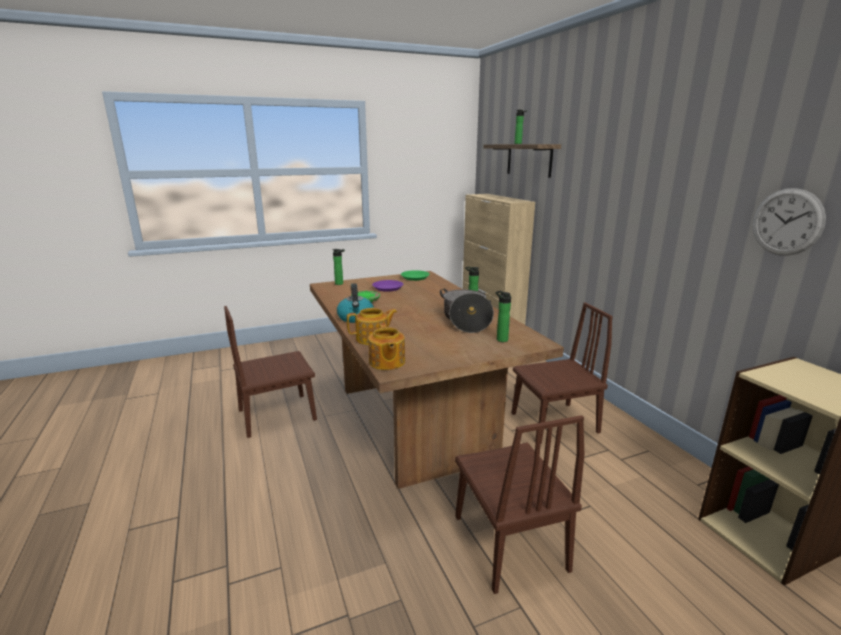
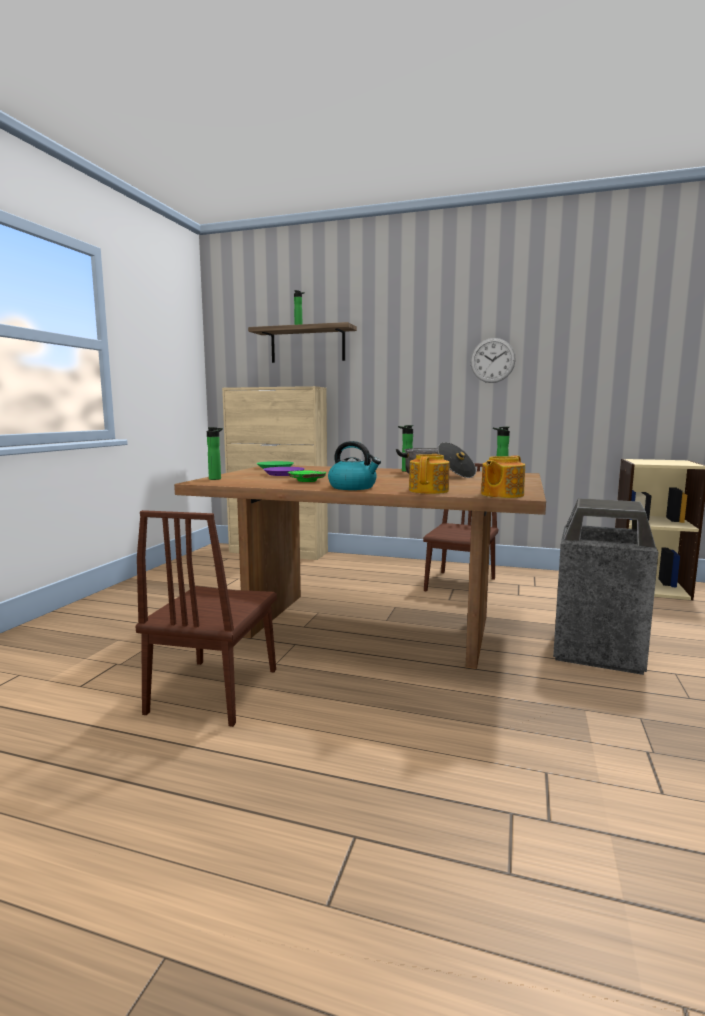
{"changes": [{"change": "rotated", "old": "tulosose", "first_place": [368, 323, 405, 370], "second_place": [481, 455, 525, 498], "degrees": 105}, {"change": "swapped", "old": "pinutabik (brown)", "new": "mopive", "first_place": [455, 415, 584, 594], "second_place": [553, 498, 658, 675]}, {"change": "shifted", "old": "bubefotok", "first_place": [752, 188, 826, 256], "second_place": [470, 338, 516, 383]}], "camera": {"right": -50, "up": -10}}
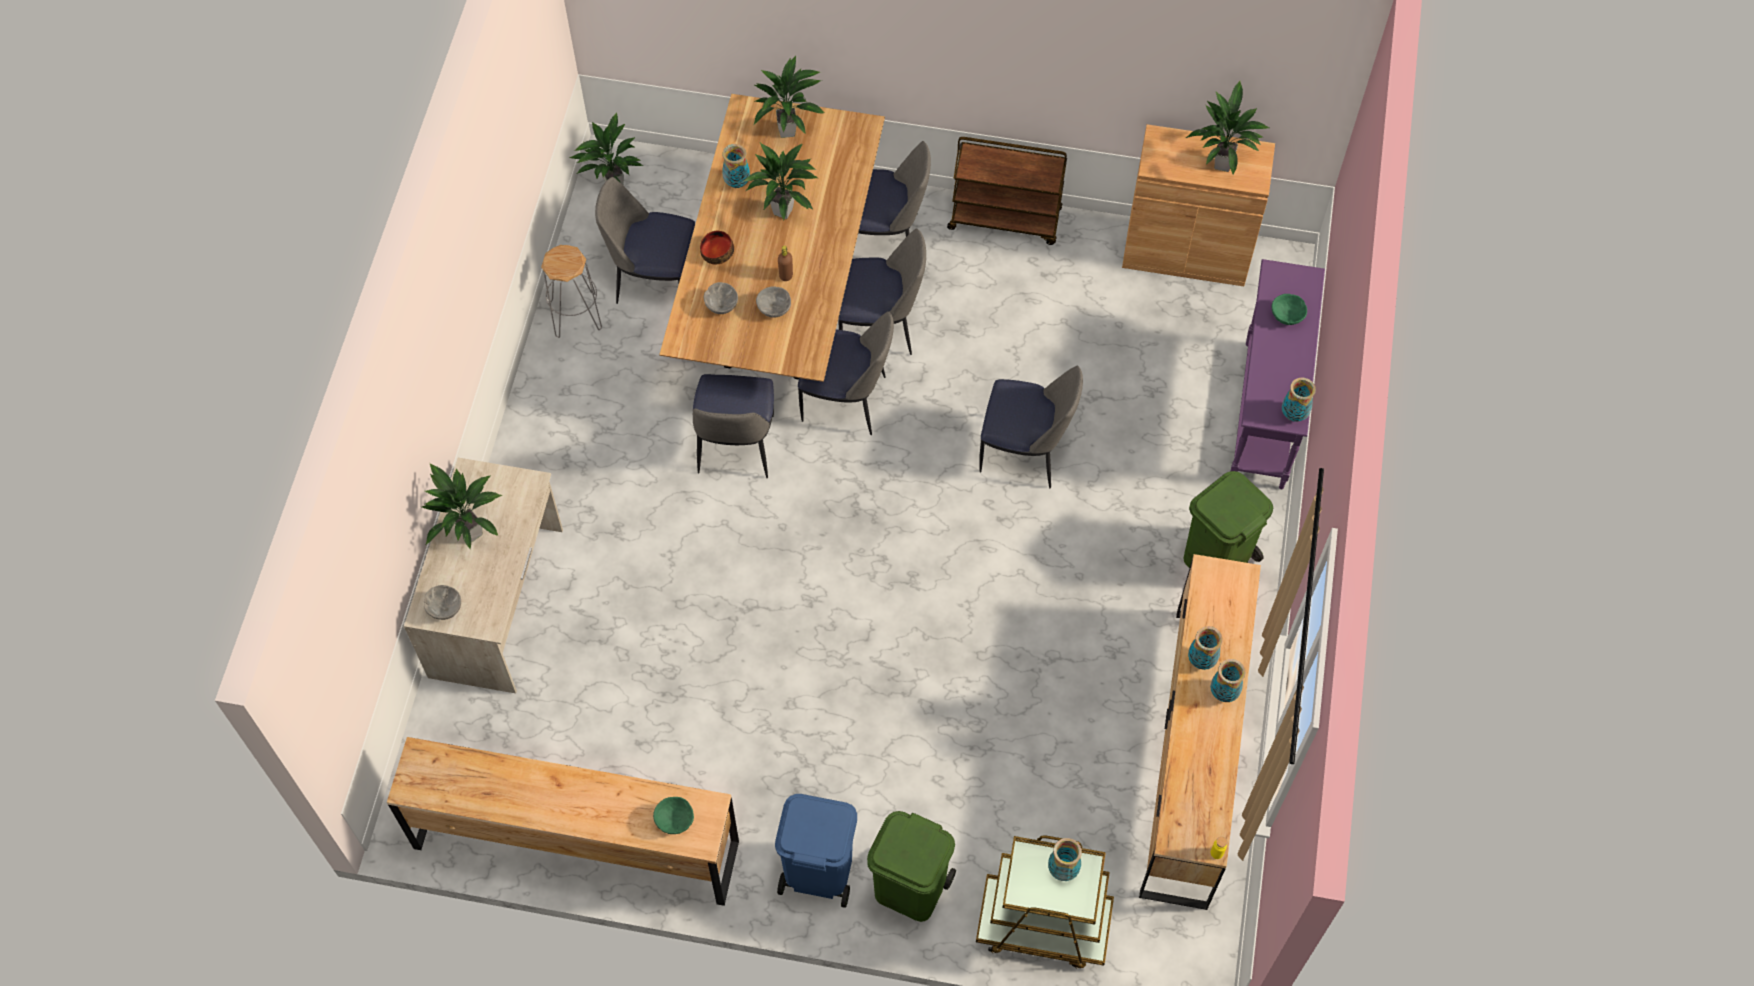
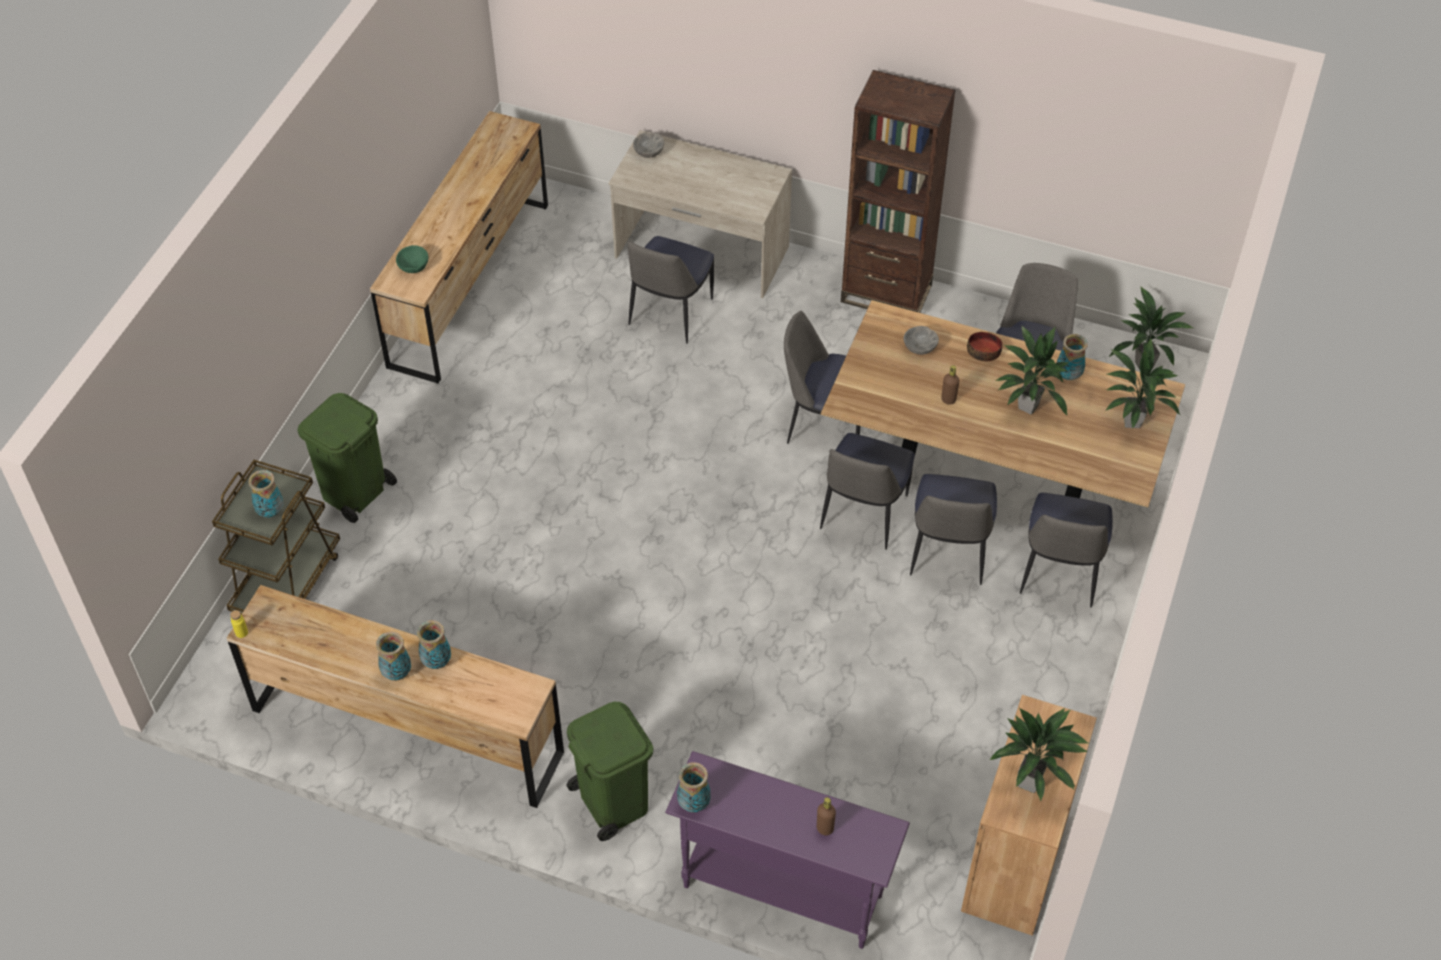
{"changes": [{"change": "gone", "old": "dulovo", "first_place": [422, 464, 503, 549]}, {"change": "gone", "old": "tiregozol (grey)", "first_place": [541, 245, 602, 338]}, {"change": "gone", "old": "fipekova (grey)", "first_place": [756, 286, 791, 318]}, {"change": "gone", "old": "mopive (blue)", "first_place": [775, 794, 857, 908]}, {"change": "gone", "old": "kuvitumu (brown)", "first_place": [947, 137, 1067, 245]}, {"change": "shifted", "old": "pinutabik", "first_place": [979, 365, 1083, 488], "second_place": [627, 236, 714, 344]}, {"change": "swapped", "old": "fipekova (green)", "new": "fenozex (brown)", "first_place": [1271, 294, 1307, 325], "second_place": [817, 797, 836, 835]}, {"change": "new", "new": "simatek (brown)", "second_place": [841, 70, 956, 313]}], "camera": {"right": 100, "up": -10}}
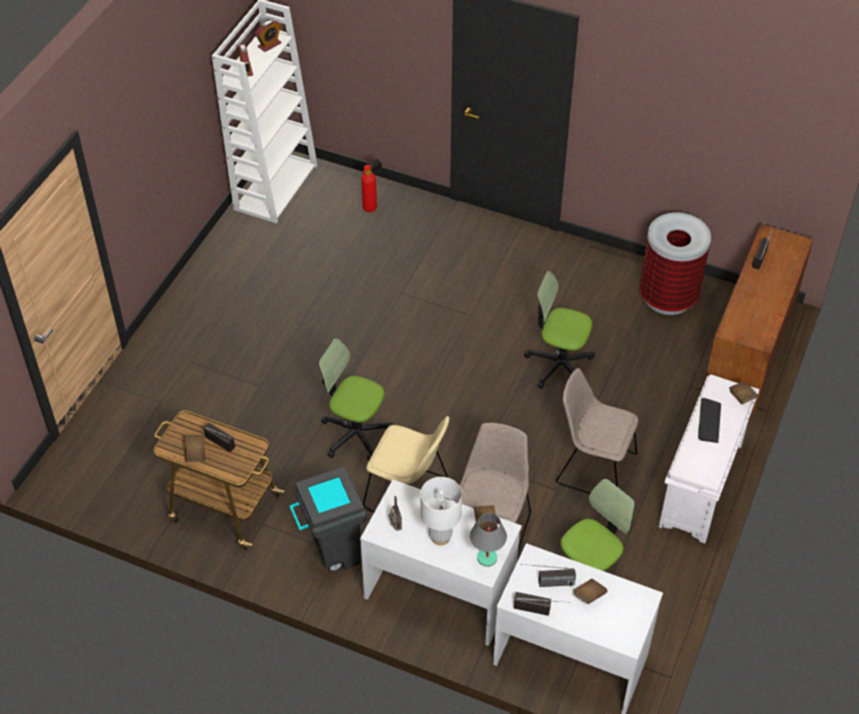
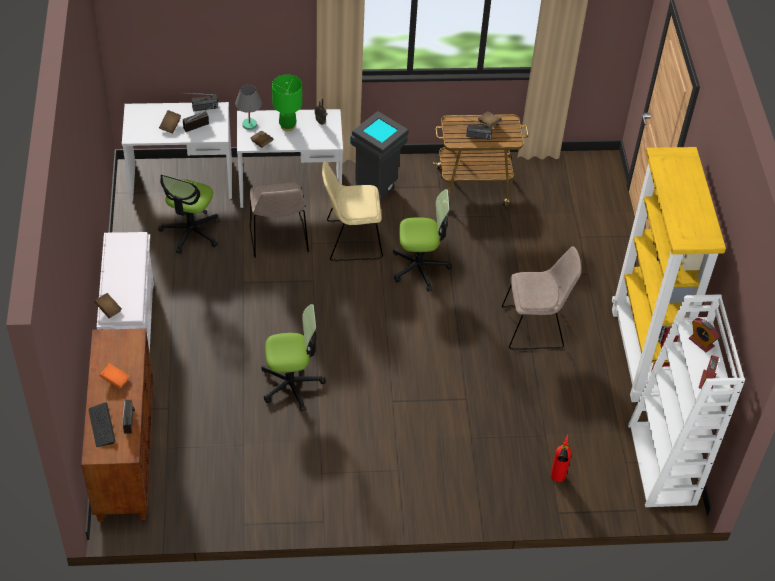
{"changes": [{"change": "repainted", "old": "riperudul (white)", "new": "riperudul (green)", "first_place": [420, 477, 462, 545], "second_place": [272, 74, 302, 131]}, {"change": "shifted", "old": "pinutabik (beige)", "first_place": [556, 368, 638, 494], "second_place": [502, 246, 581, 351]}, {"change": "gone", "old": "mopive", "first_place": [639, 212, 711, 315]}, {"change": "shifted", "old": "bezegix", "first_place": [698, 398, 721, 443], "second_place": [88, 402, 115, 447]}, {"change": "new", "new": "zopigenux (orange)", "second_place": [100, 363, 129, 389]}, {"change": "new", "new": "simatek (yellow)", "second_place": [612, 147, 726, 402]}], "camera": {"right": 150, "up": 0}}
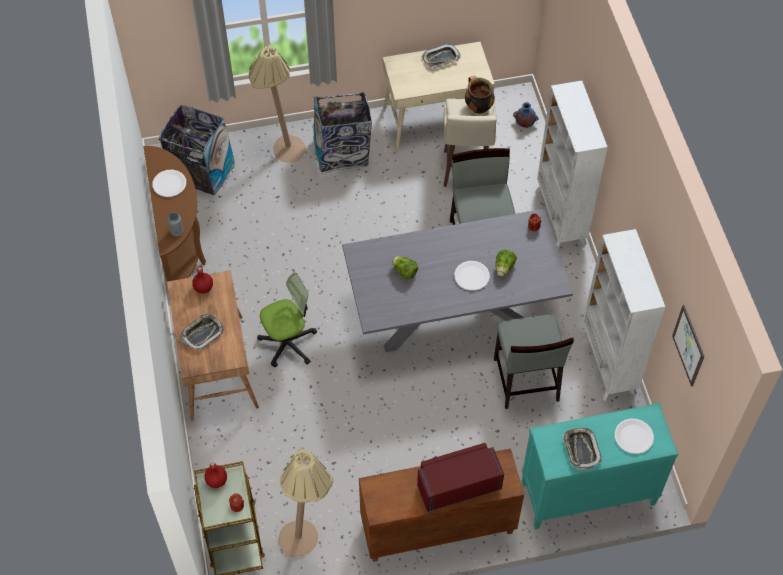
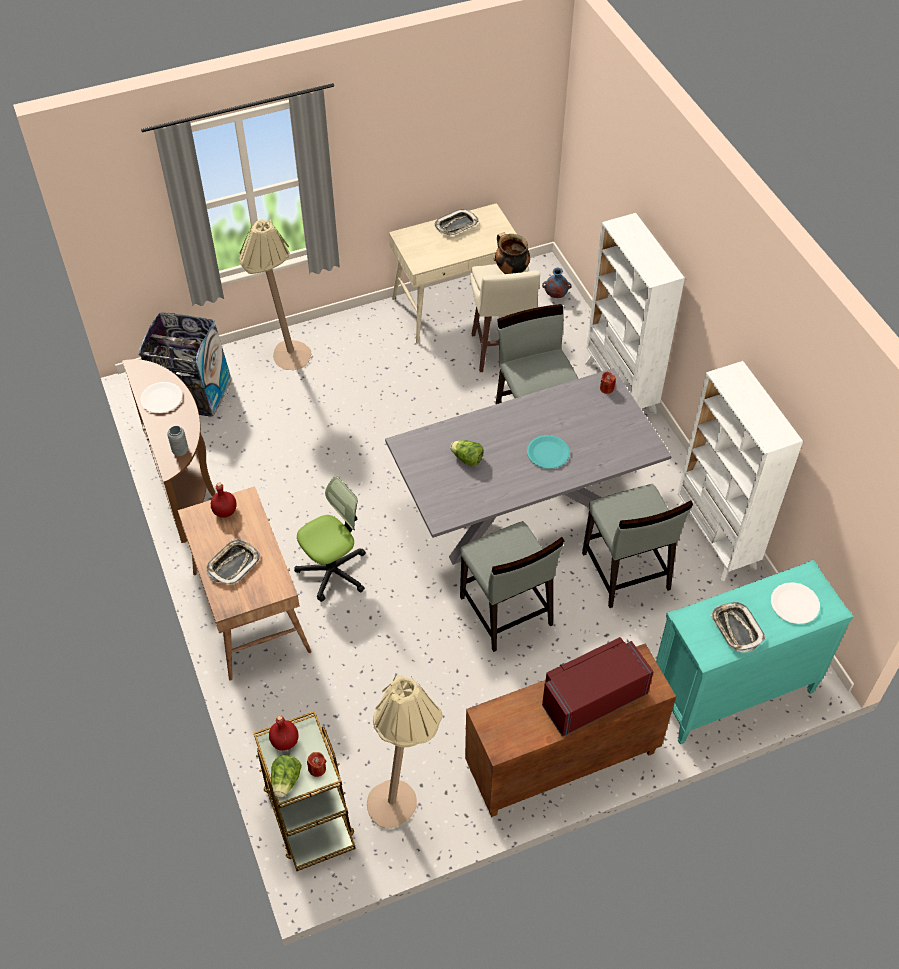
{"changes": [{"change": "gone", "old": "mopive", "first_place": [313, 92, 372, 174]}, {"change": "repainted", "old": "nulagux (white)", "new": "nulagux (turquoise)", "first_place": [454, 261, 490, 290], "second_place": [527, 435, 570, 469]}, {"change": "shifted", "old": "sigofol", "first_place": [496, 249, 517, 276], "second_place": [271, 755, 302, 797]}, {"change": "gone", "old": "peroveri", "first_place": [672, 305, 705, 387]}, {"change": "new", "new": "pinutabik (grey)", "second_place": [460, 521, 564, 652]}], "camera": {"right": -10, "up": -5}}
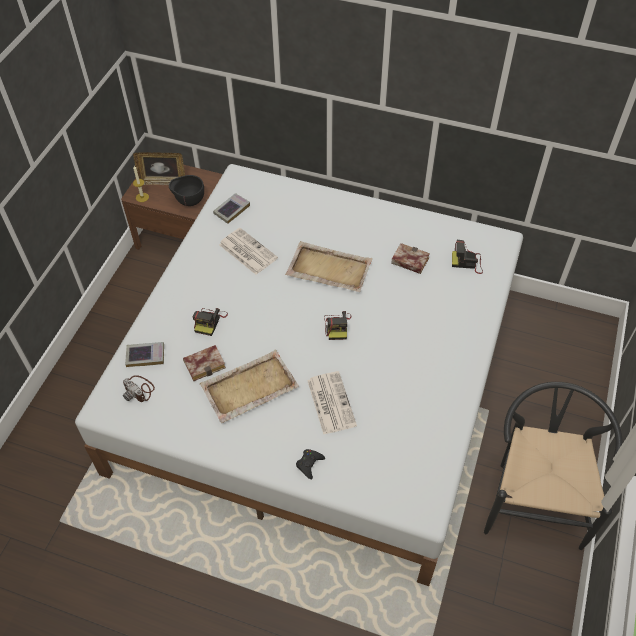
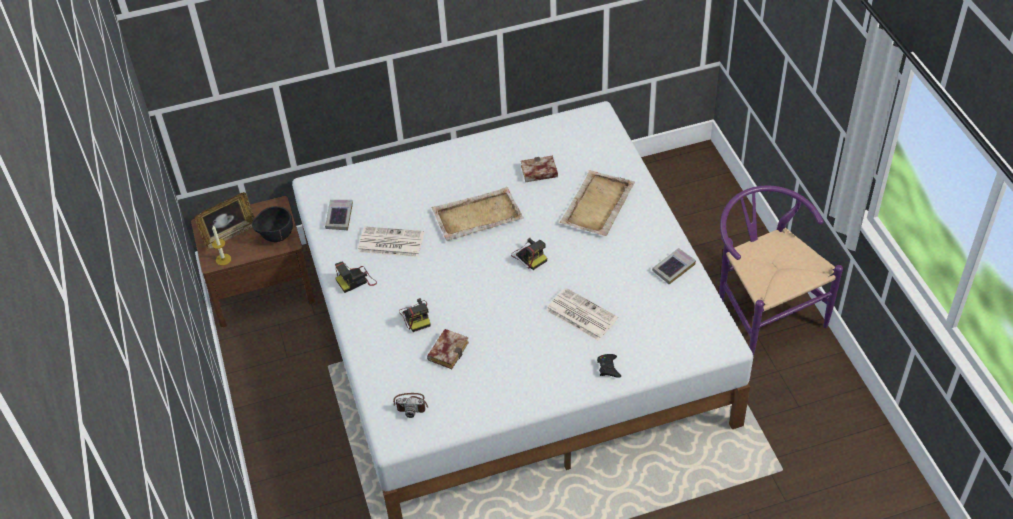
{"changes": [{"change": "shifted", "old": "zopigenux", "first_place": [125, 342, 164, 367], "second_place": [652, 248, 696, 284]}, {"change": "shifted", "old": "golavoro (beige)", "first_place": [200, 349, 299, 423], "second_place": [560, 170, 635, 236]}, {"change": "shifted", "old": "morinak", "first_place": [452, 240, 483, 274], "second_place": [335, 262, 377, 293]}, {"change": "repainted", "old": "pinutabik (black)", "new": "pinutabik (purple)", "first_place": [484, 382, 623, 550], "second_place": [719, 185, 843, 357]}], "camera": {"right": -35, "up": -5}}
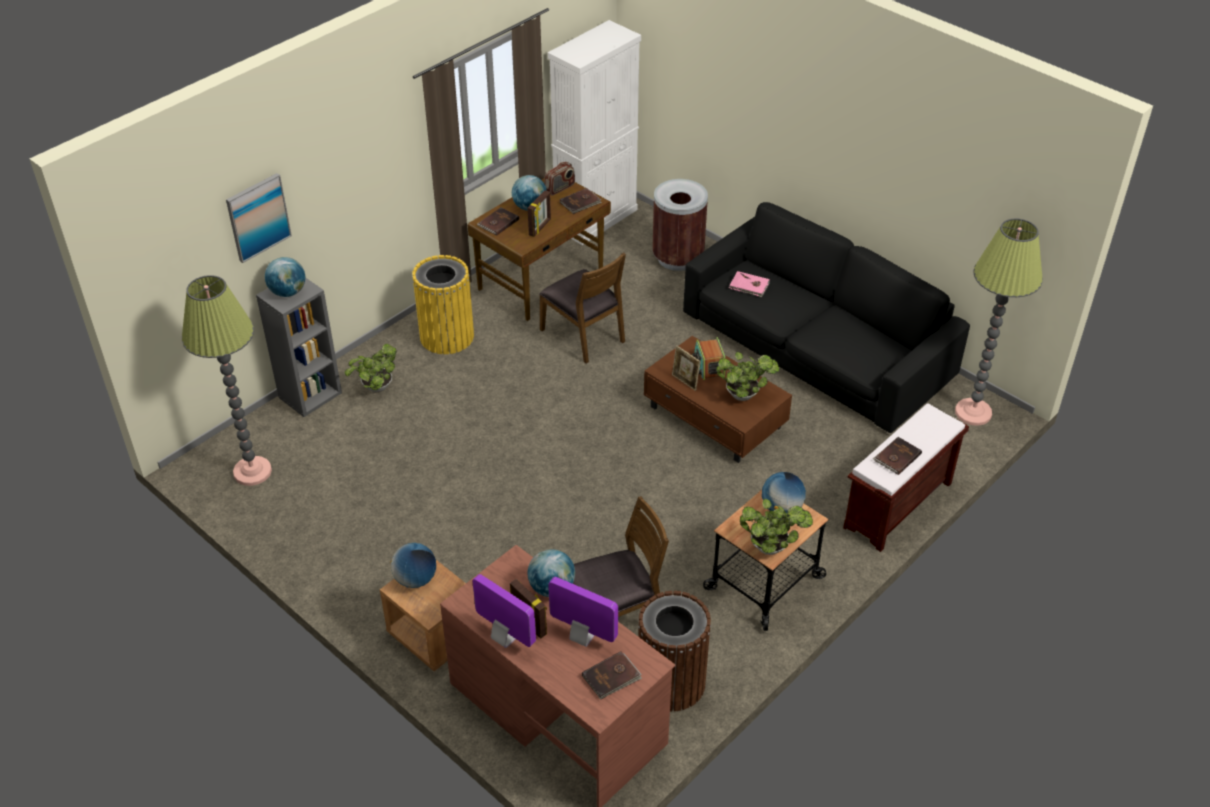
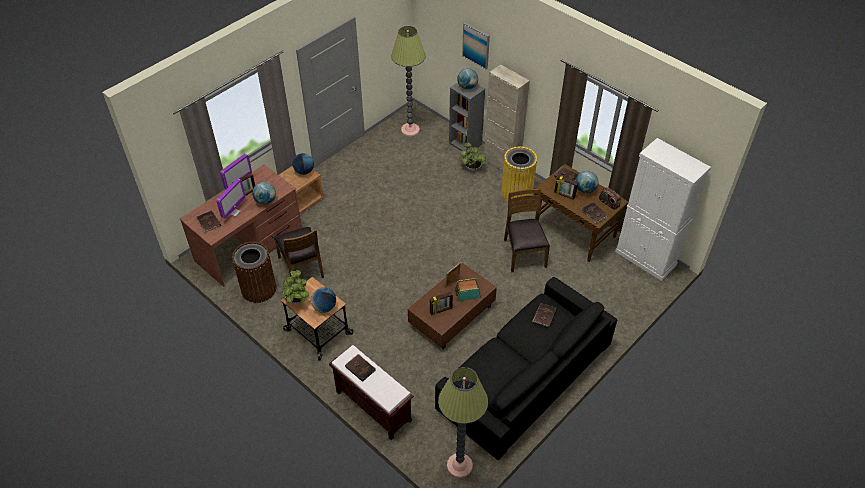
{"changes": [{"change": "rotated", "old": "pinutabik (brown)", "first_place": [539, 253, 626, 363], "second_place": [504, 189, 550, 272], "degrees": 120}, {"change": "gone", "old": "mopive (brown)", "first_place": [652, 179, 708, 271]}, {"change": "swapped", "old": "dulovo", "new": "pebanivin", "first_place": [716, 352, 779, 401], "second_place": [430, 292, 453, 315]}, {"change": "repainted", "old": "zopigenux (pink)", "new": "zopigenux (brown)", "first_place": [729, 271, 770, 297], "second_place": [532, 303, 557, 327]}, {"change": "new", "new": "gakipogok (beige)", "second_place": [484, 64, 530, 171]}], "camera": {"right": 90, "up": 5}}
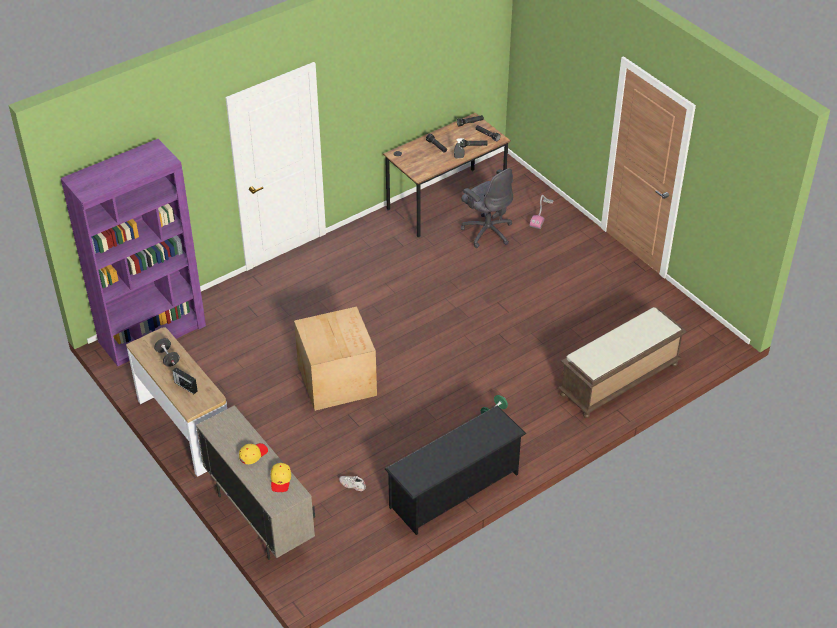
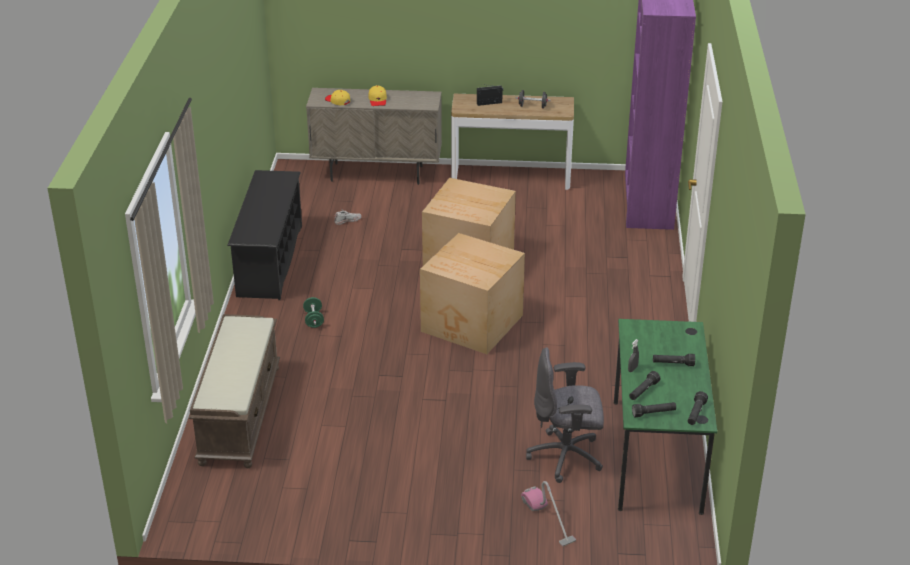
{"changes": [{"change": "repainted", "old": "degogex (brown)", "new": "degogex (green)", "first_place": [383, 113, 511, 238], "second_place": [613, 319, 717, 515]}, {"change": "new", "new": "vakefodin", "second_place": [420, 233, 525, 354]}], "camera": {"right": 130, "up": -10}}
